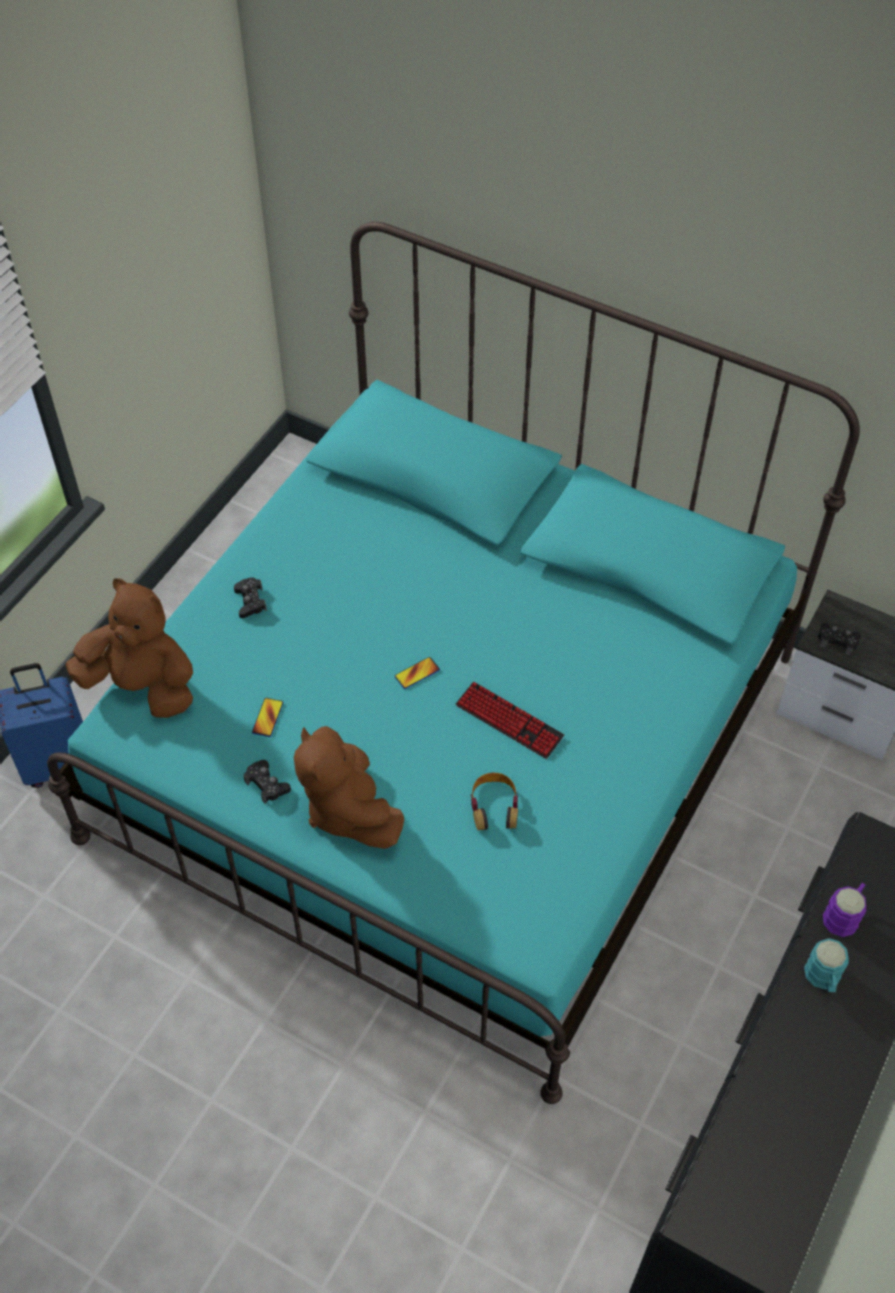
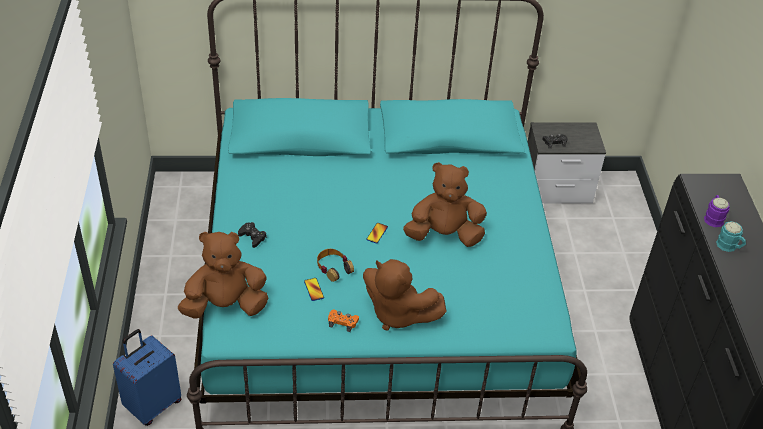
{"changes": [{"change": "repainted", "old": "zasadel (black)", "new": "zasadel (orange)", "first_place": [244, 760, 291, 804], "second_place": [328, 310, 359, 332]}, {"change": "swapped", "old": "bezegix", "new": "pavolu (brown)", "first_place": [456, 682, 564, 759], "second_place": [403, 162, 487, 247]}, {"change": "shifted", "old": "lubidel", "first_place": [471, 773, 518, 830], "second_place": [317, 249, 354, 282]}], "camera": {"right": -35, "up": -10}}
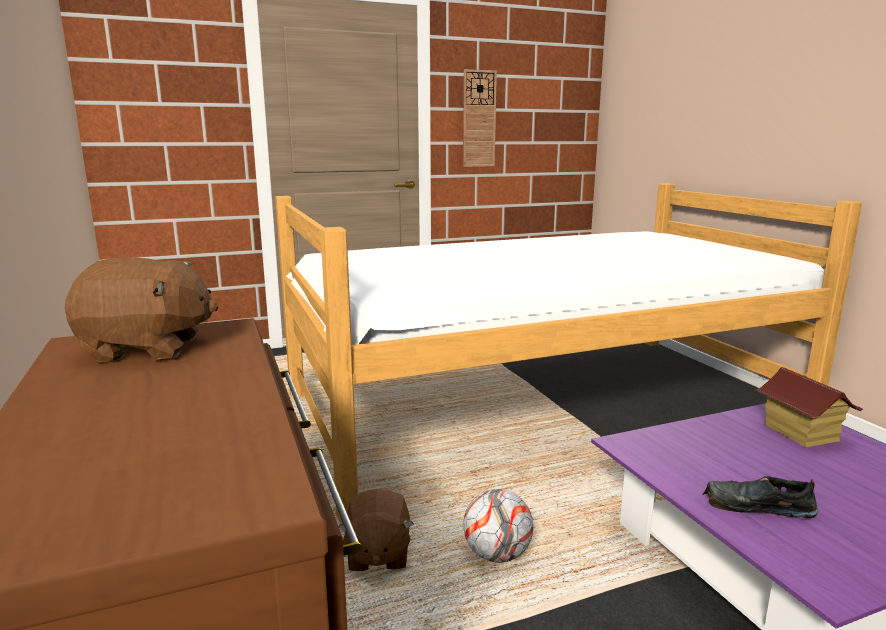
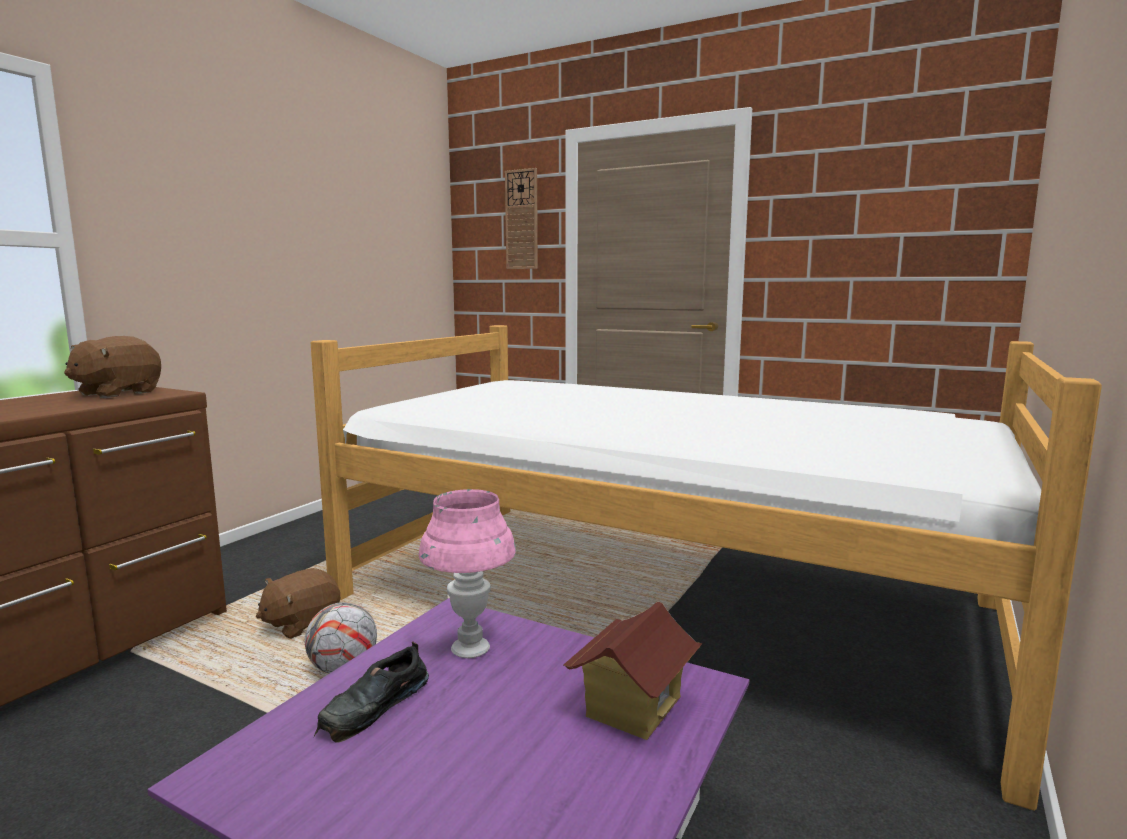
{"changes": [{"change": "rotated", "old": "pavolu (brown)", "first_place": [65, 257, 219, 362], "second_place": [64, 336, 161, 398], "degrees": 75}, {"change": "shifted", "old": "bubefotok", "first_place": [463, 69, 497, 167], "second_place": [505, 168, 538, 269]}, {"change": "rotated", "old": "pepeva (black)", "first_place": [702, 476, 819, 518], "second_place": [314, 641, 429, 742], "degrees": -120}, {"change": "new", "new": "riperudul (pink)", "second_place": [419, 489, 516, 658]}], "camera": {"right": 50, "up": -5}}
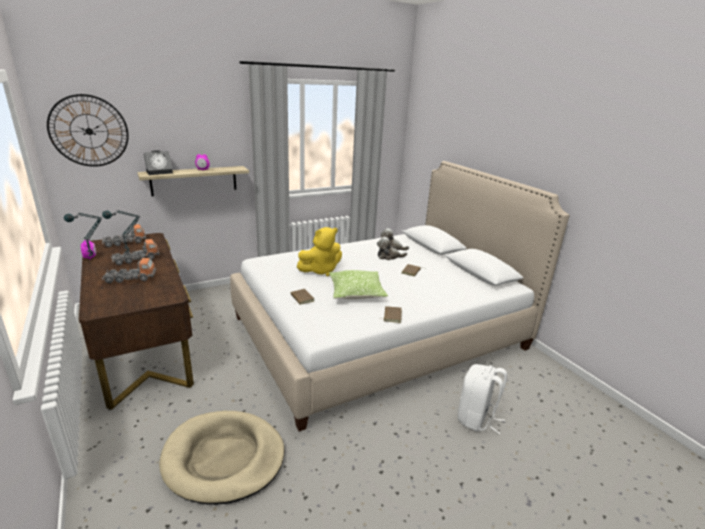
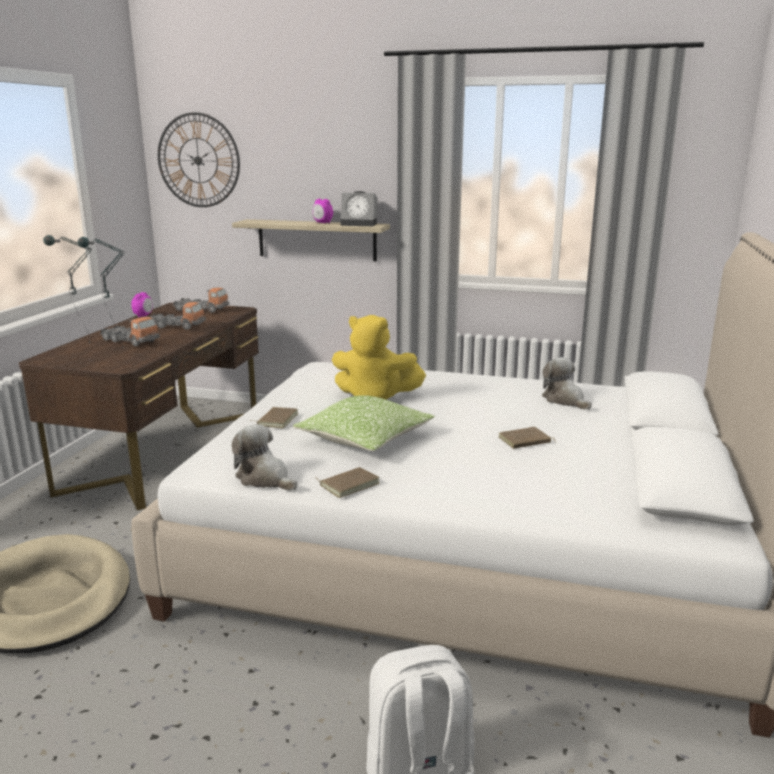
{"changes": [{"change": "shifted", "old": "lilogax", "first_place": [143, 150, 173, 175], "second_place": [340, 191, 378, 226]}, {"change": "shifted", "old": "pavolu", "first_place": [377, 237, 407, 260], "second_place": [231, 424, 298, 490]}], "camera": {"right": 45, "up": -5}}
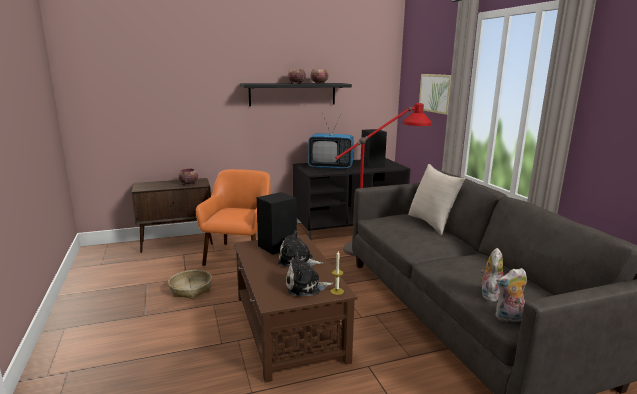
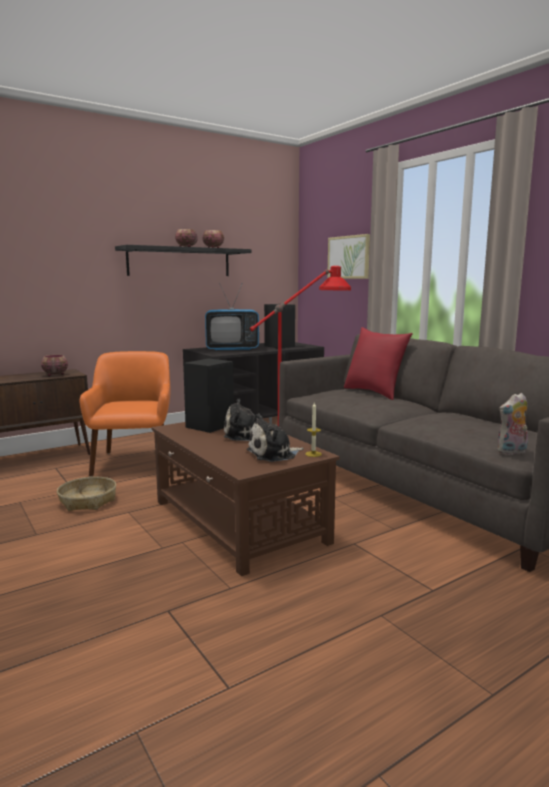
{"changes": [{"change": "repainted", "old": "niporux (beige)", "new": "niporux (red)", "first_place": [408, 164, 466, 235], "second_place": [344, 327, 413, 400]}, {"change": "gone", "old": "pavolu", "first_place": [480, 248, 504, 302]}], "camera": {"right": -15, "up": -5}}
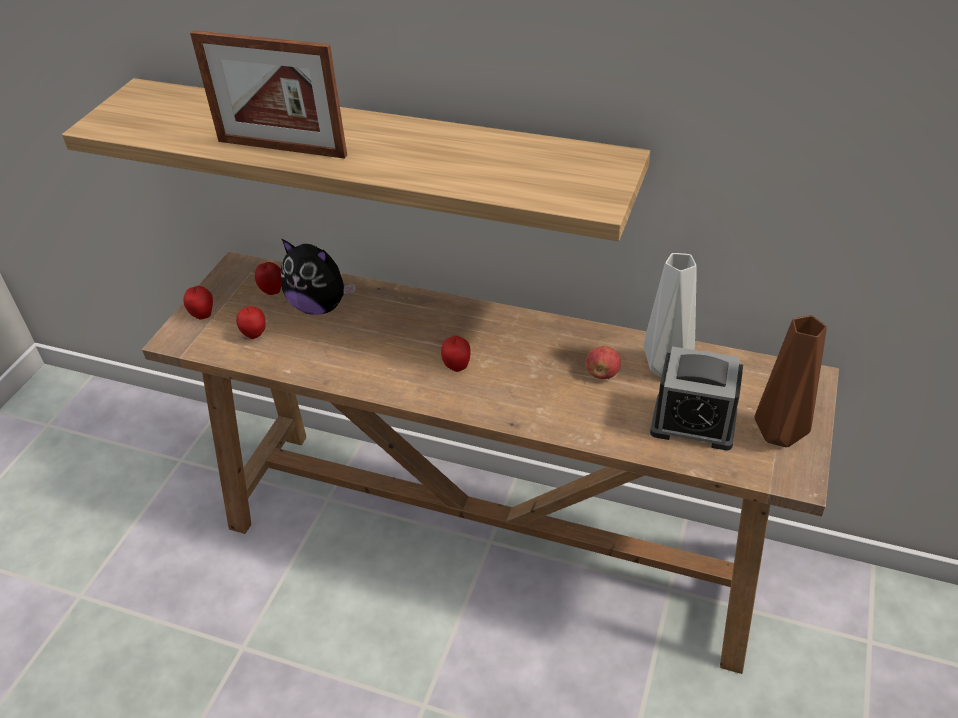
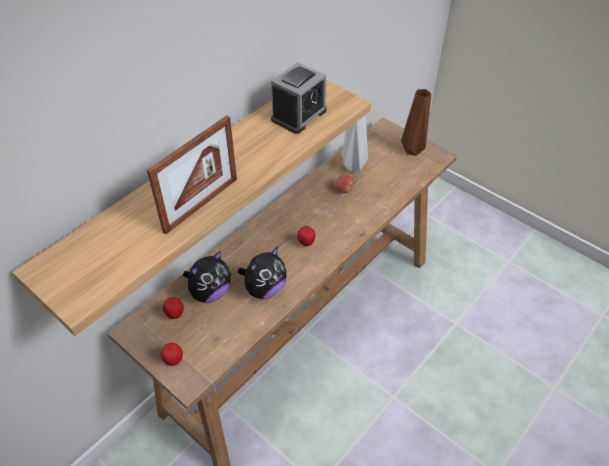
{"changes": [{"change": "gone", "old": "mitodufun", "first_place": [236, 306, 266, 339]}, {"change": "shifted", "old": "lilogax", "first_place": [650, 346, 743, 451], "second_place": [271, 62, 327, 134]}, {"change": "new", "new": "pavolu", "second_place": [237, 247, 287, 299]}], "camera": {"right": -70, "up": 5}}
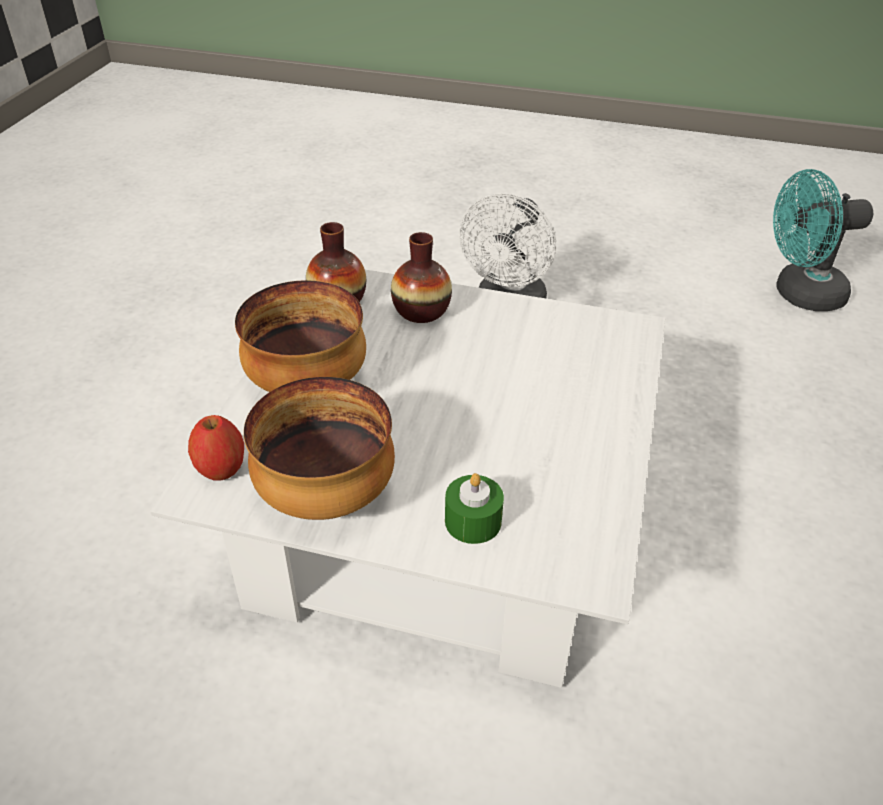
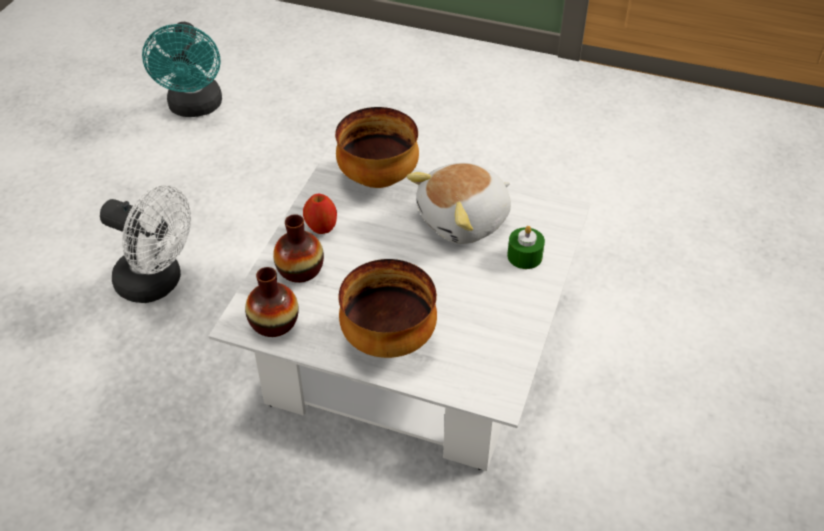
{"changes": [{"change": "shifted", "old": "mitodufun", "first_place": [188, 415, 244, 481], "second_place": [303, 194, 337, 234]}, {"change": "shifted", "old": "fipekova", "first_place": [244, 377, 395, 520], "second_place": [335, 107, 419, 188]}, {"change": "new", "new": "pavolu", "second_place": [407, 163, 511, 244]}], "camera": {"right": -85, "up": 5}}
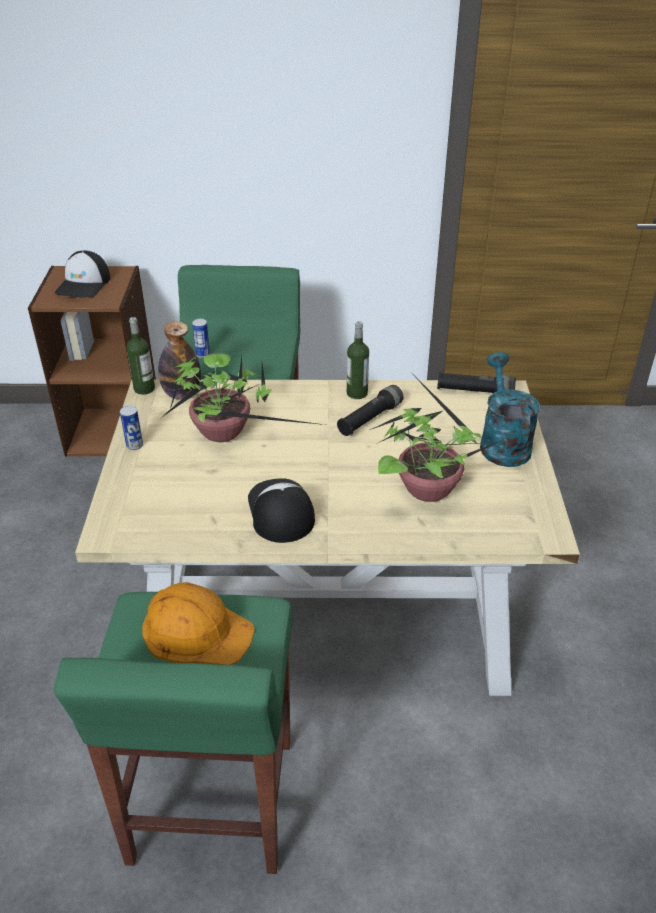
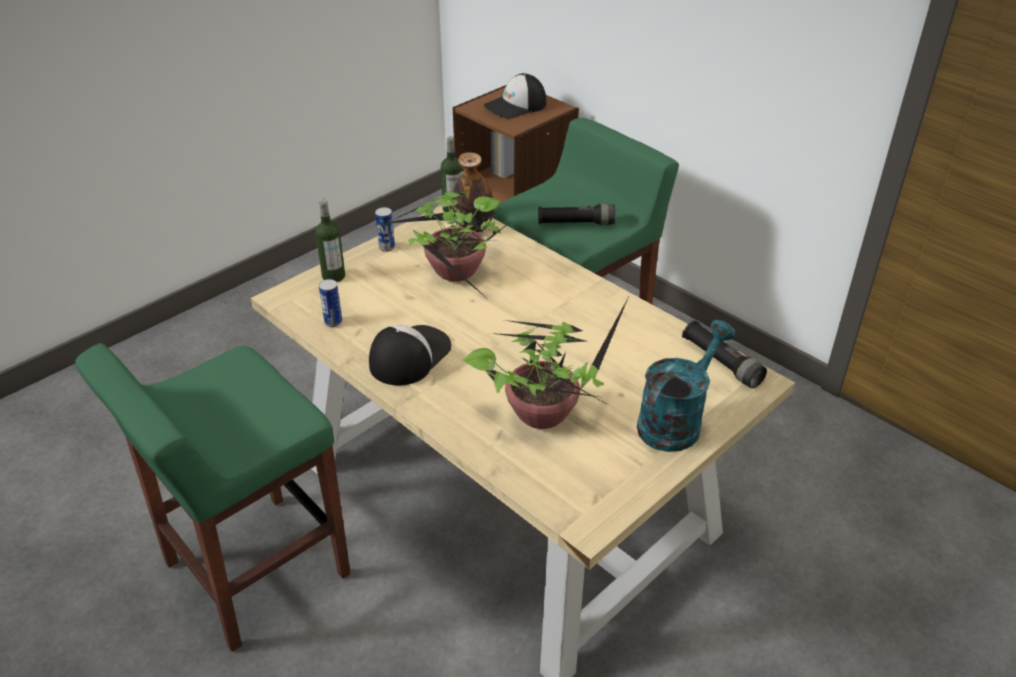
{"changes": [{"change": "gone", "old": "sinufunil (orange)", "first_place": [142, 582, 255, 665]}, {"change": "shifted", "old": "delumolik", "first_place": [192, 319, 210, 358], "second_place": [319, 279, 342, 327]}, {"change": "shifted", "old": "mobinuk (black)", "first_place": [337, 385, 404, 436], "second_place": [538, 204, 615, 225]}, {"change": "shifted", "old": "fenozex", "first_place": [347, 321, 369, 399], "second_place": [315, 199, 345, 282]}], "camera": {"right": 45, "up": 0}}
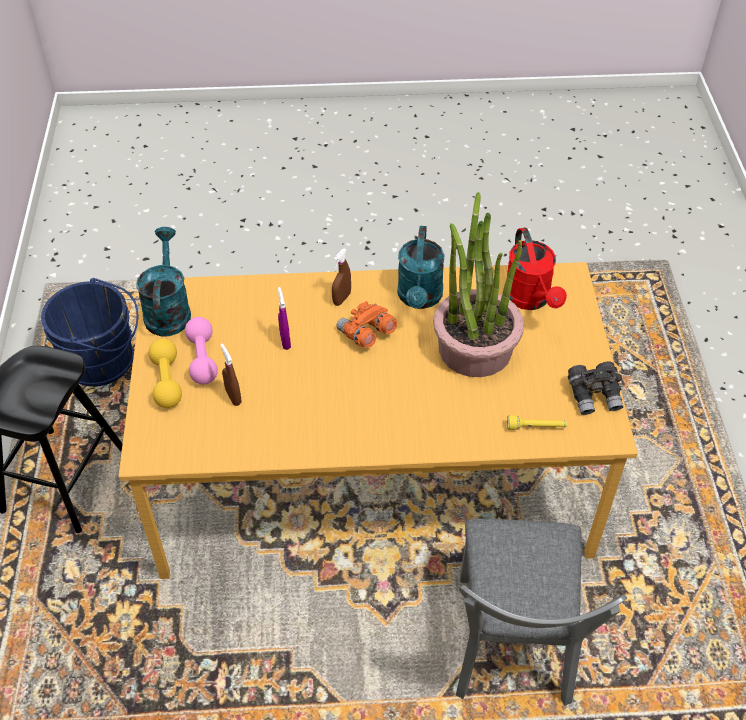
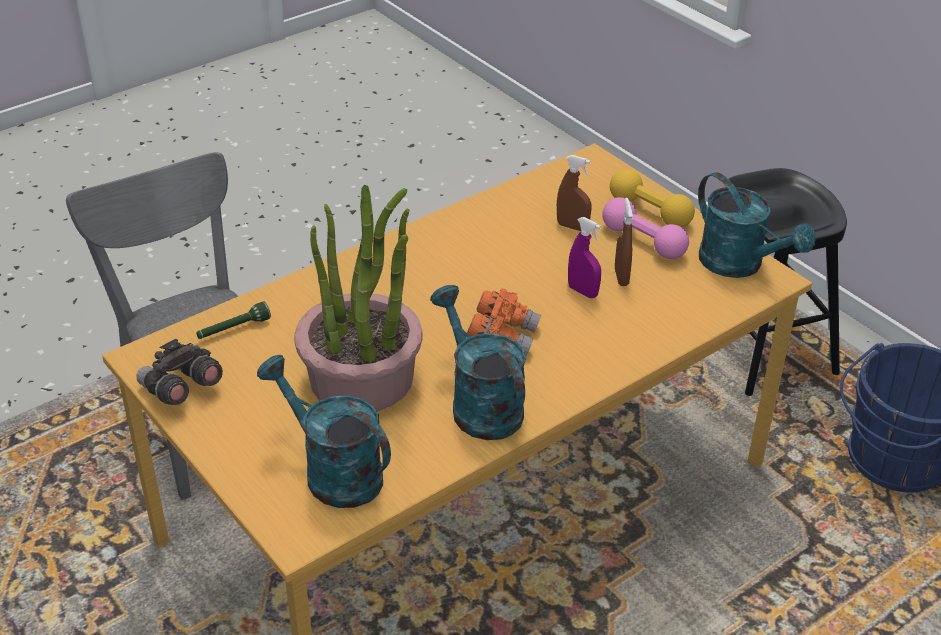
{"changes": [{"change": "shifted", "old": "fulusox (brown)", "first_place": [332, 249, 351, 306], "second_place": [615, 198, 633, 286]}, {"change": "repainted", "old": "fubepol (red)", "new": "fubepol (turquoise)", "first_place": [507, 228, 567, 310], "second_place": [257, 355, 391, 508]}, {"change": "repainted", "old": "mobinuk (yellow)", "new": "mobinuk (green)", "first_place": [507, 415, 567, 430], "second_place": [196, 302, 271, 339]}], "camera": {"right": 145, "up": -10}}
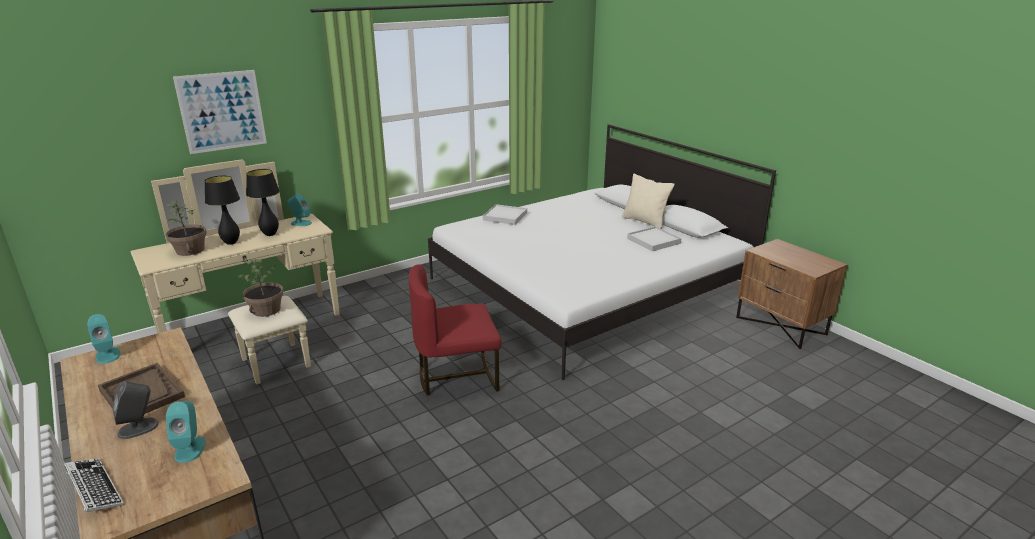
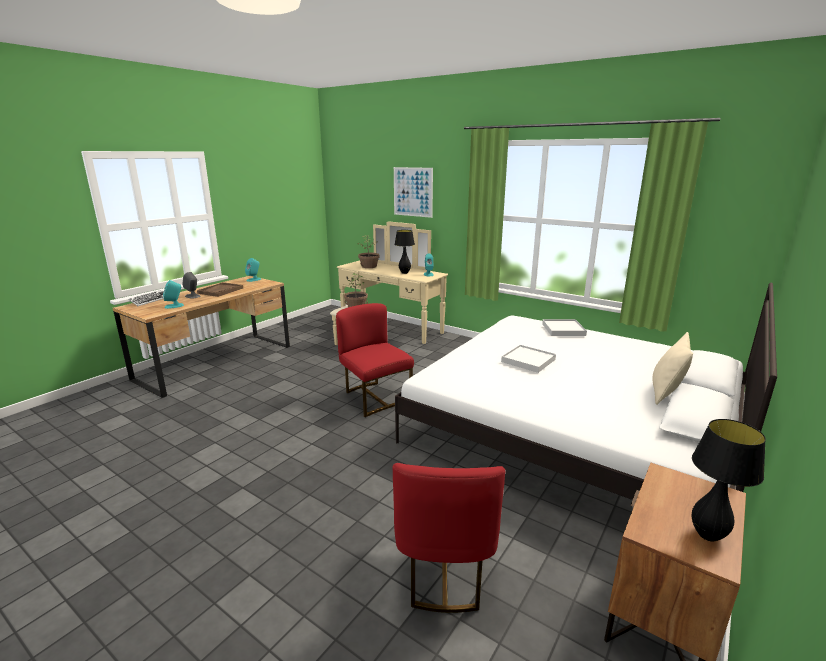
{"changes": [{"change": "shifted", "old": "riperudul (black)", "first_place": [205, 176, 240, 245], "second_place": [692, 419, 766, 542]}, {"change": "shifted", "old": "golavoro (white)", "first_place": [627, 226, 682, 251], "second_place": [501, 345, 556, 373]}, {"change": "new", "new": "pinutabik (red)", "second_place": [392, 463, 505, 613]}], "camera": {"right": 70, "up": -5}}
